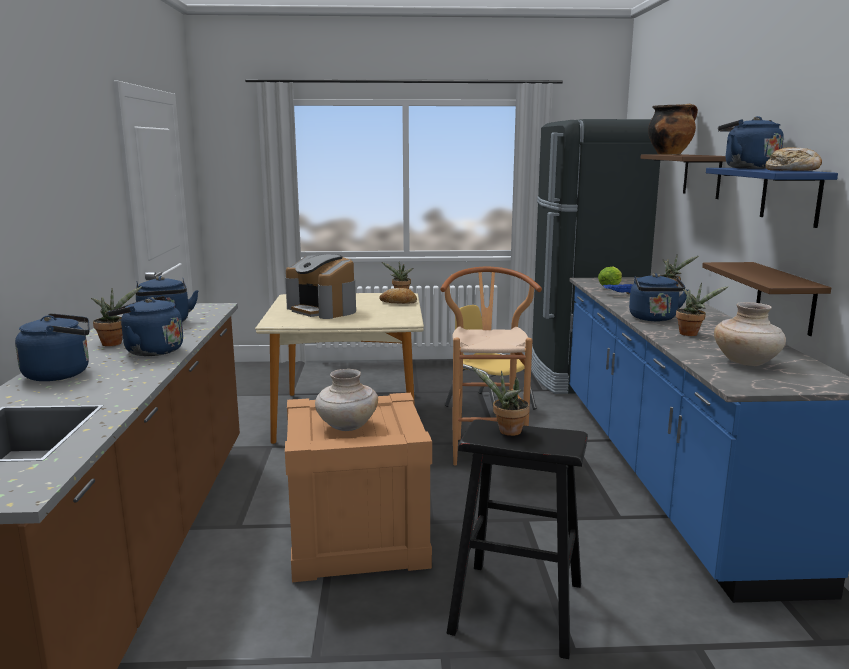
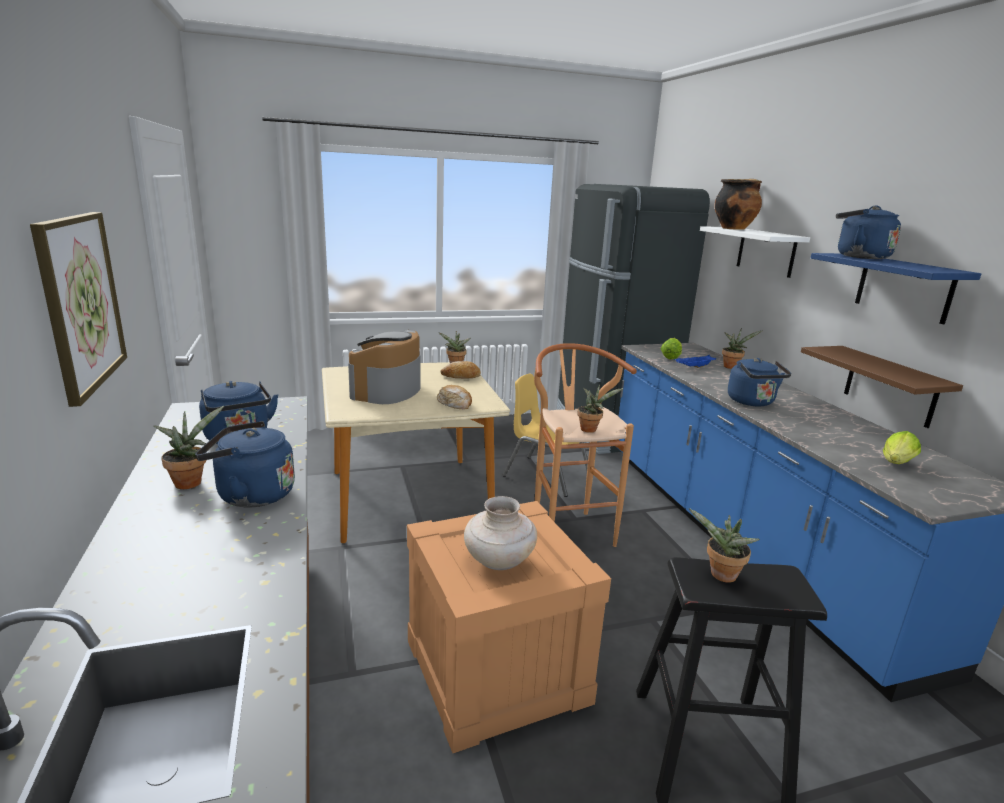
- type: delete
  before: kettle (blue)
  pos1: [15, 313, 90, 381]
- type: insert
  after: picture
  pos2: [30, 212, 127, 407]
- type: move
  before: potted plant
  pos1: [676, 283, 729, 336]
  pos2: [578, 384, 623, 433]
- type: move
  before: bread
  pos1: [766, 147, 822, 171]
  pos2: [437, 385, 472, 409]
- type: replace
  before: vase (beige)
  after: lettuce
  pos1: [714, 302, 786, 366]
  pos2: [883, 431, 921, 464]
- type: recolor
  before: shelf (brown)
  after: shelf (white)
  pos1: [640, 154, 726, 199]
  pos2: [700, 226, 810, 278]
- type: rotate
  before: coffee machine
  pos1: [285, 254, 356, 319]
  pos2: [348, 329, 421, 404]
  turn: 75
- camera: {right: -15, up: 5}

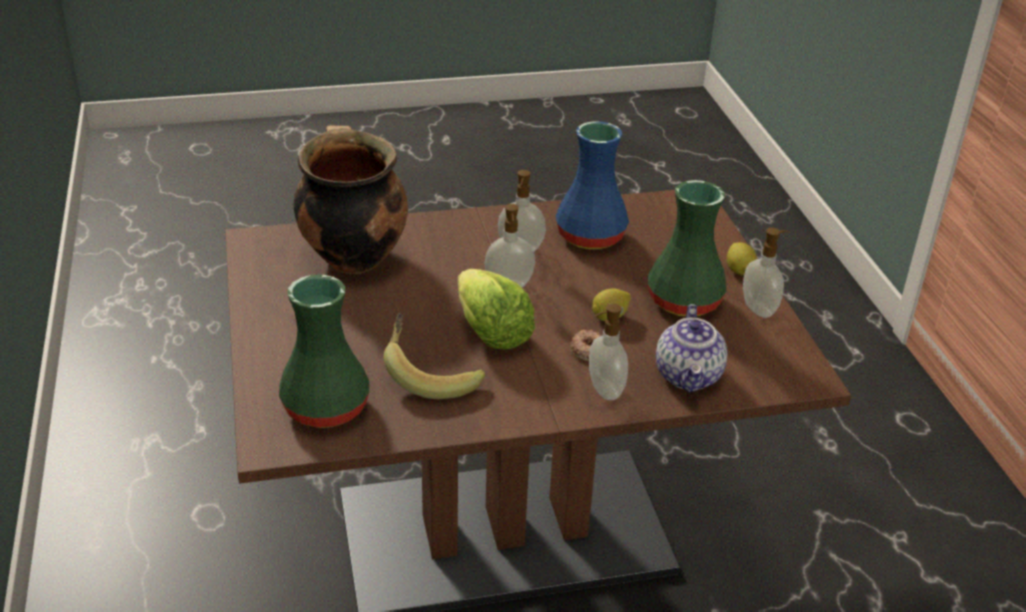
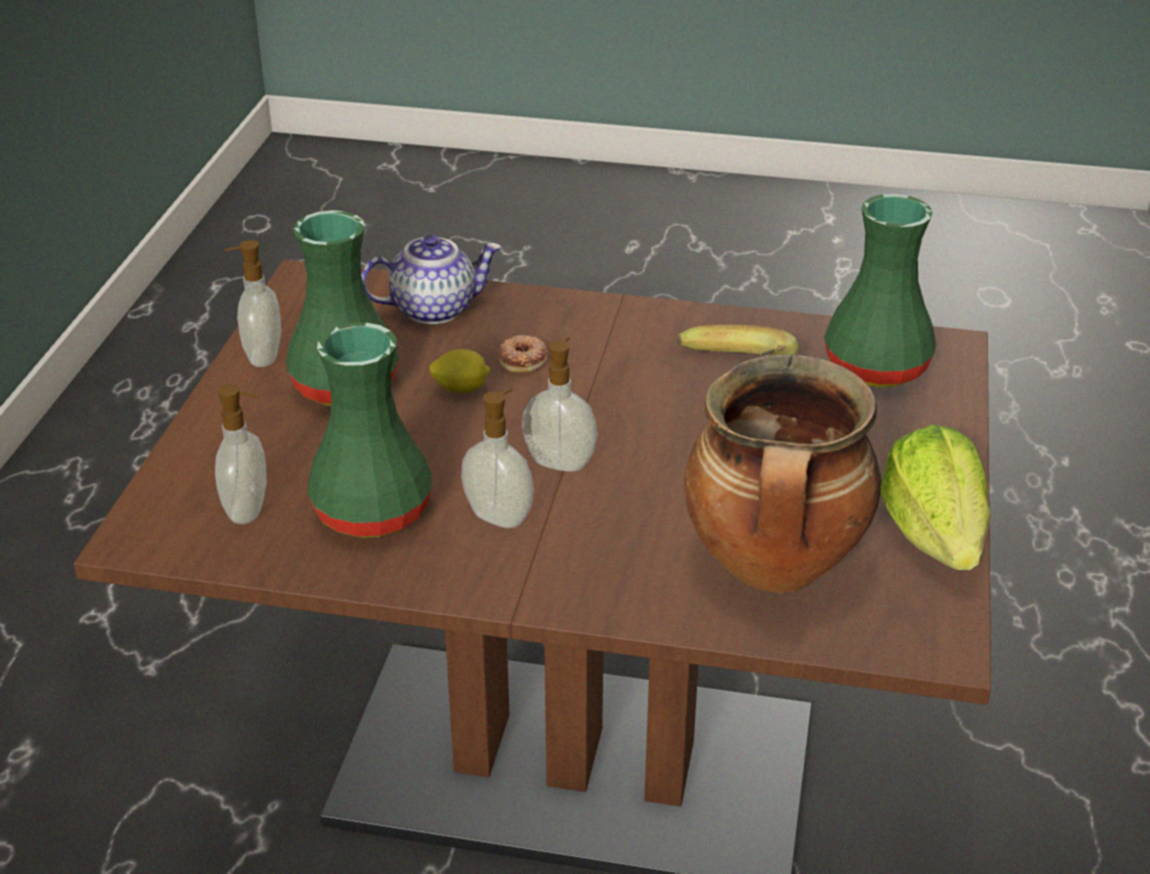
- type: delete
  before: lemon
  pos1: [727, 242, 757, 276]
- type: move
  before: lettuce
  pos1: [458, 269, 535, 350]
  pos2: [881, 425, 991, 570]
- type: move
  before: soap dispenser
  pos1: [589, 303, 628, 400]
  pos2: [215, 384, 267, 524]
- type: recolor
  before: vase (blue)
  after: vase (green)
  pos1: [556, 121, 629, 250]
  pos2: [307, 323, 432, 538]
- type: rotate
  before: teapot
  pos1: [656, 304, 727, 393]
  pos2: [361, 234, 502, 324]
  turn: 45
- camera: {right: -155, up: 0}

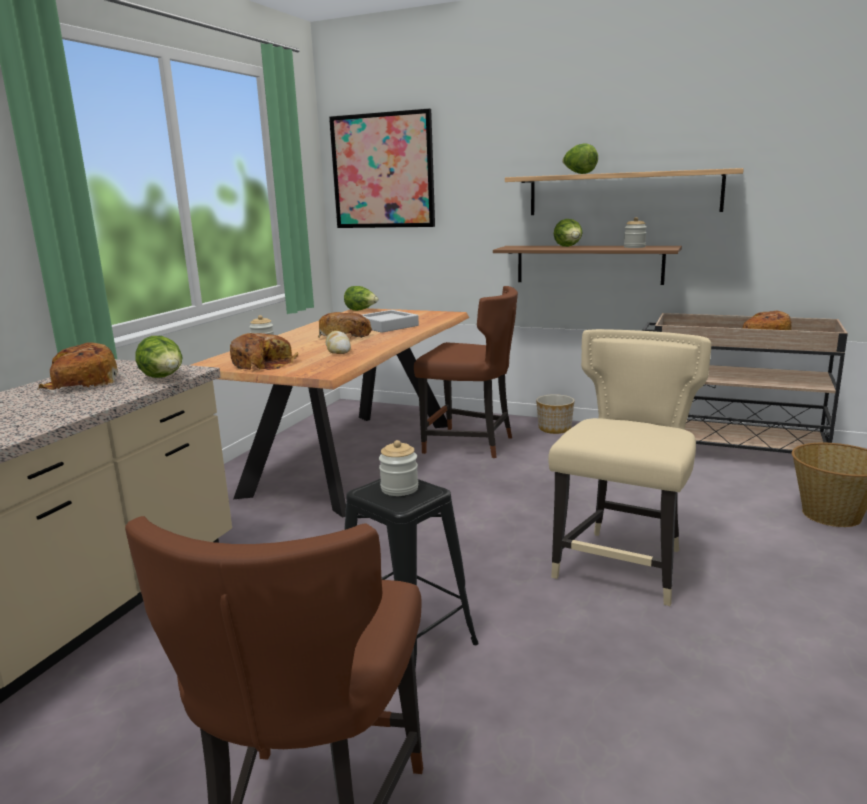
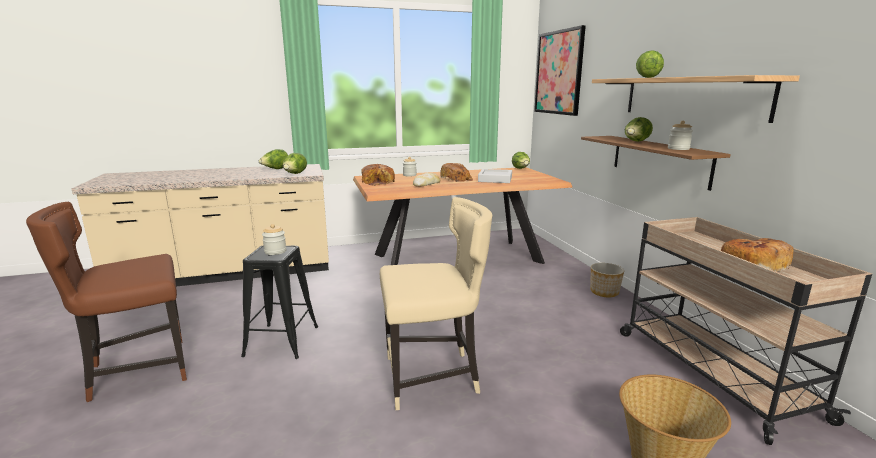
- type: delete
  before: chair (brown)
  pos1: [414, 286, 518, 458]
- type: replace
  before: bread
  after: lettuce
  pos1: [39, 342, 118, 390]
  pos2: [259, 149, 288, 169]
- camera: {right: 50, up: 0}

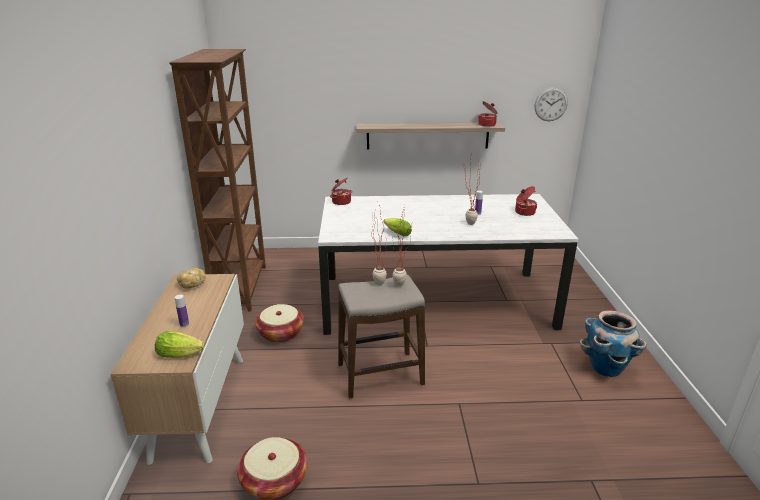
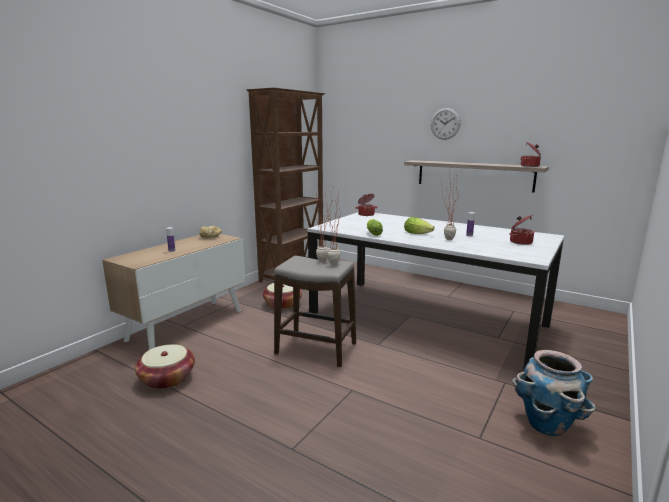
- type: move
  before: lettuce
  pos1: [155, 331, 204, 358]
  pos2: [404, 217, 435, 234]
- type: move
  before: wall clock
  pos1: [535, 87, 568, 121]
  pos2: [431, 108, 461, 140]
- camera: {right: 35, up: -10}

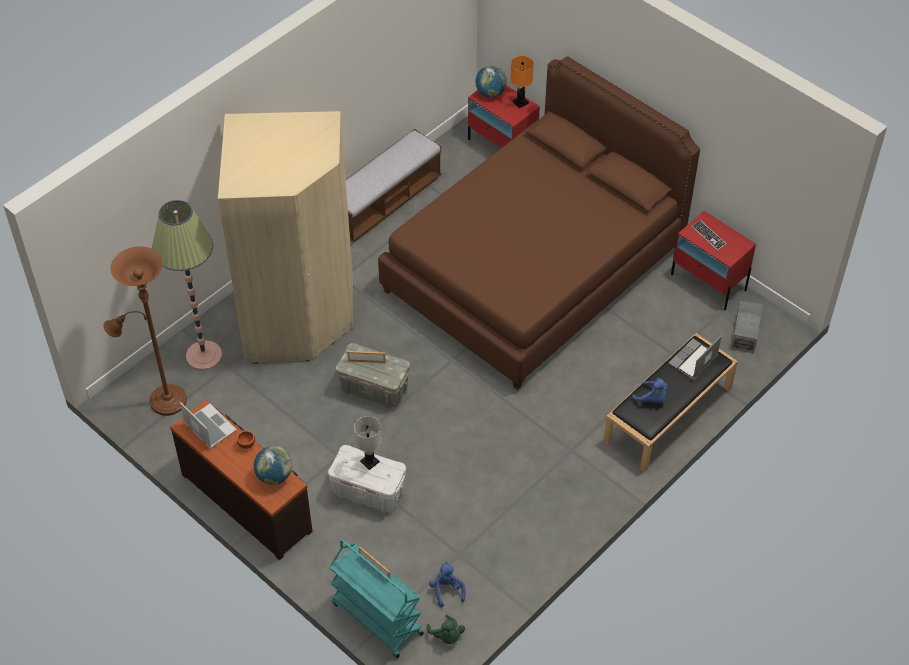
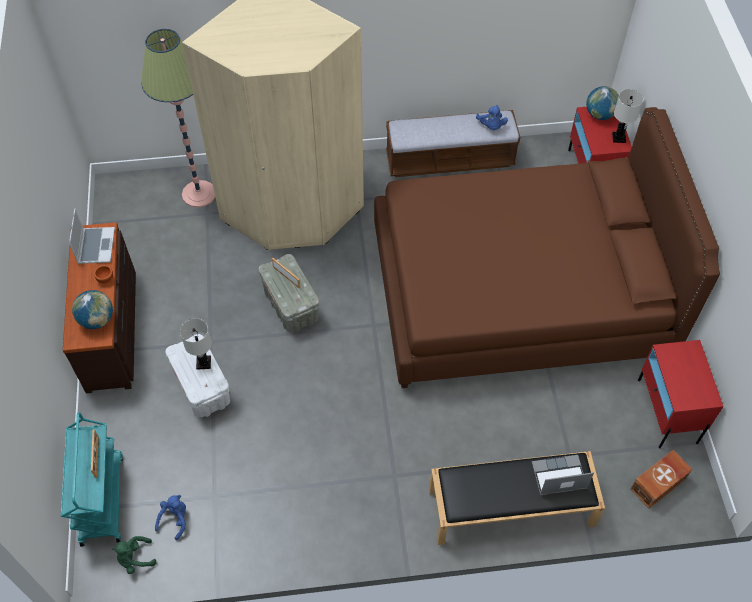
- type: delete
  before: floor lamp (brown)
  pos1: [103, 246, 187, 416]
- type: delete
  before: keyboard
  pos1: [692, 220, 726, 250]
- type: move
  before: plush toy (blue)
  pos1: [632, 378, 668, 403]
  pos2: [476, 105, 508, 130]
- type: recolor
  before: table lamp (orange)
  after: table lamp (white)
  pos1: [510, 56, 534, 108]
  pos2: [612, 89, 644, 143]
- type: recolor
  before: storage box (grey)
  after: storage box (brown)
  pos1: [731, 301, 762, 353]
  pos2: [631, 450, 692, 509]
- type: rotate
  before: plush toy (green)
  pos1: [427, 615, 465, 644]
  pos2: [112, 536, 157, 574]
  turn: 60
- camera: {right: 40, up: 5}

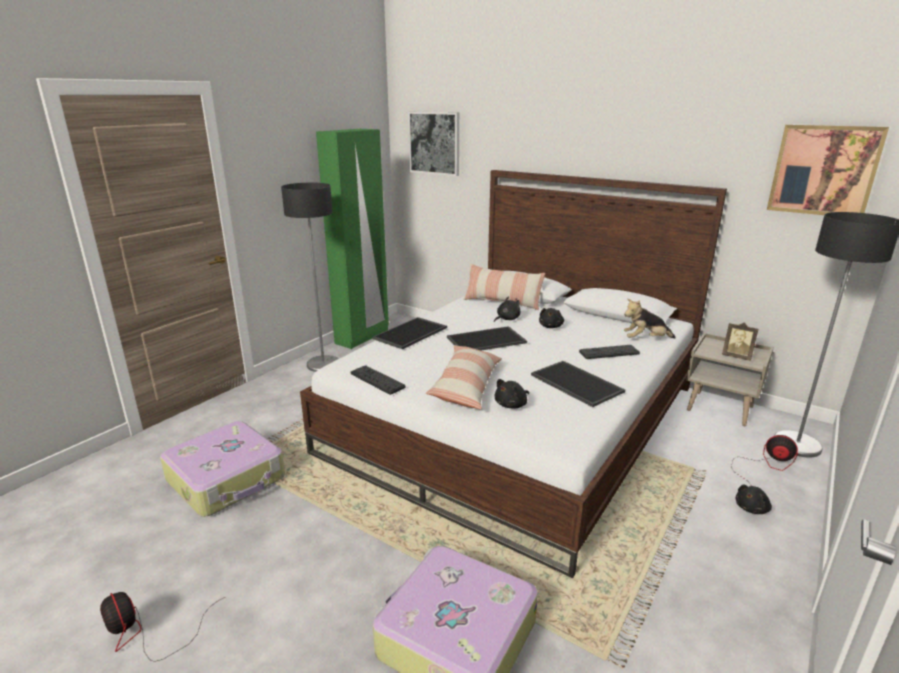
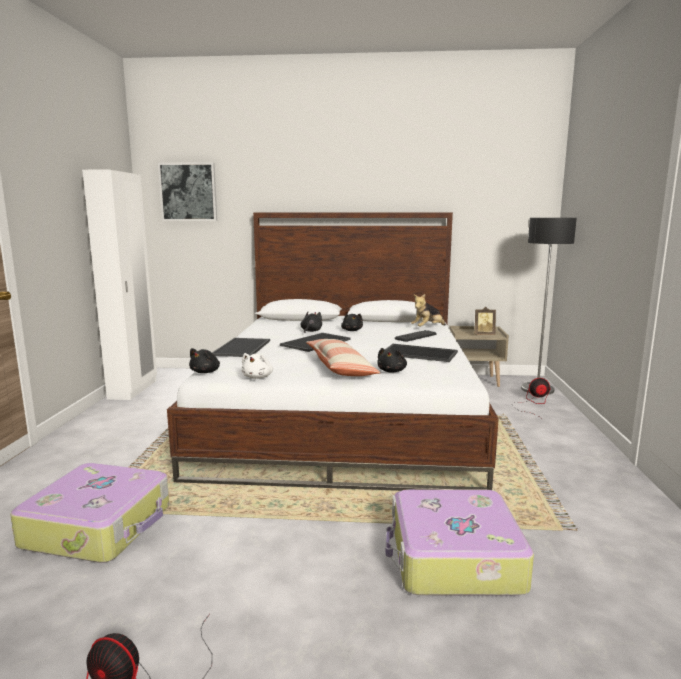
- type: delete
  before: floor lamp
  pos1: [281, 182, 338, 372]
- type: delete
  before: pillow
  pos1: [463, 263, 545, 310]
- type: delete
  before: picture
  pos1: [767, 124, 889, 215]
- type: move
  before: plush toy (black)
  pos1: [736, 485, 772, 514]
  pos2: [189, 348, 220, 373]
- type: replace
  before: keyboard
  after: plush toy (white)
  pos1: [351, 365, 406, 395]
  pos2: [242, 353, 273, 379]
- type: recolor
  before: wardrobe (green)
  after: wardrobe (white)
  pos1: [316, 129, 389, 349]
  pos2: [82, 169, 157, 400]
- camera: {right: -30, up: -10}

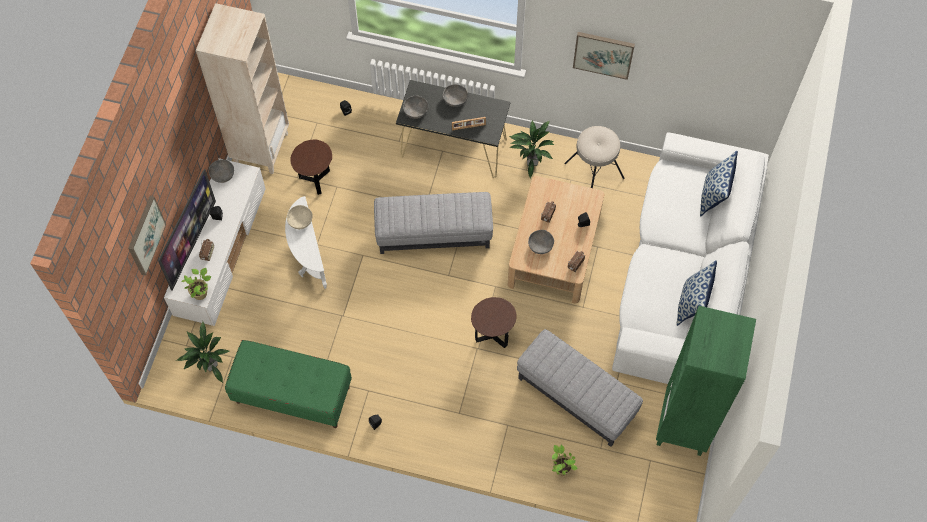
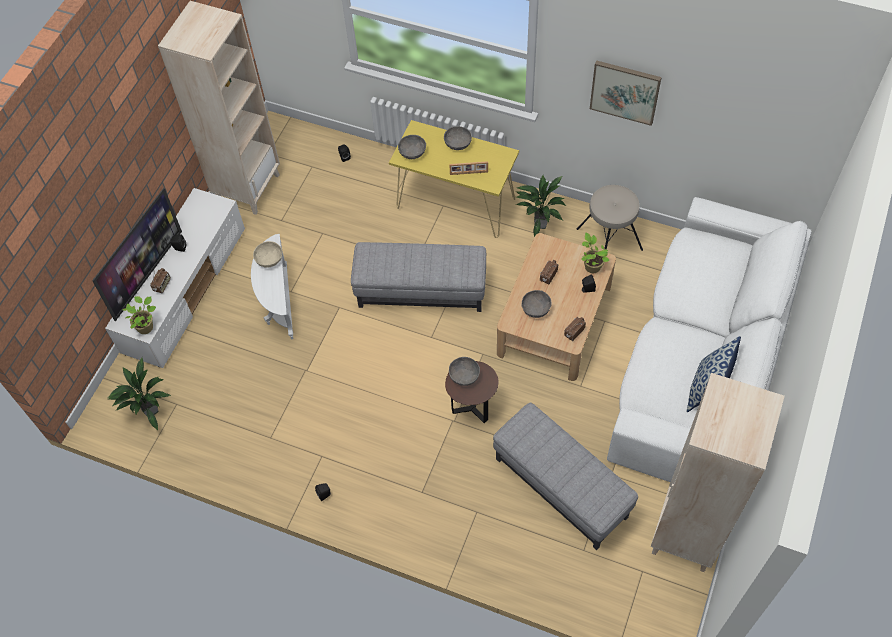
- type: delete
  before: picture
  pos1: [128, 196, 166, 276]
- type: delete
  before: bench (green)
  pos1: [225, 340, 352, 428]
- type: delete
  before: side table (brown)
  pos1: [290, 139, 332, 195]
- type: delete
  before: pillow
  pos1: [700, 151, 738, 217]
- type: move
  before: bowl (grey)
  pos1: [209, 159, 234, 183]
  pos2: [449, 357, 480, 386]
- type: move
  before: potted plant
  pos1: [552, 445, 578, 476]
  pos2: [581, 233, 610, 273]
- type: recolor
  before: console table (black)
  after: console table (yellow)
  pos1: [396, 80, 510, 178]
  pos2: [389, 120, 519, 238]
- type: recolor
  before: bookcase (green)
  after: bookcase (beige)
  pos1: [656, 306, 756, 456]
  pos2: [651, 373, 785, 572]
- camera: {right: 10, up: -5}

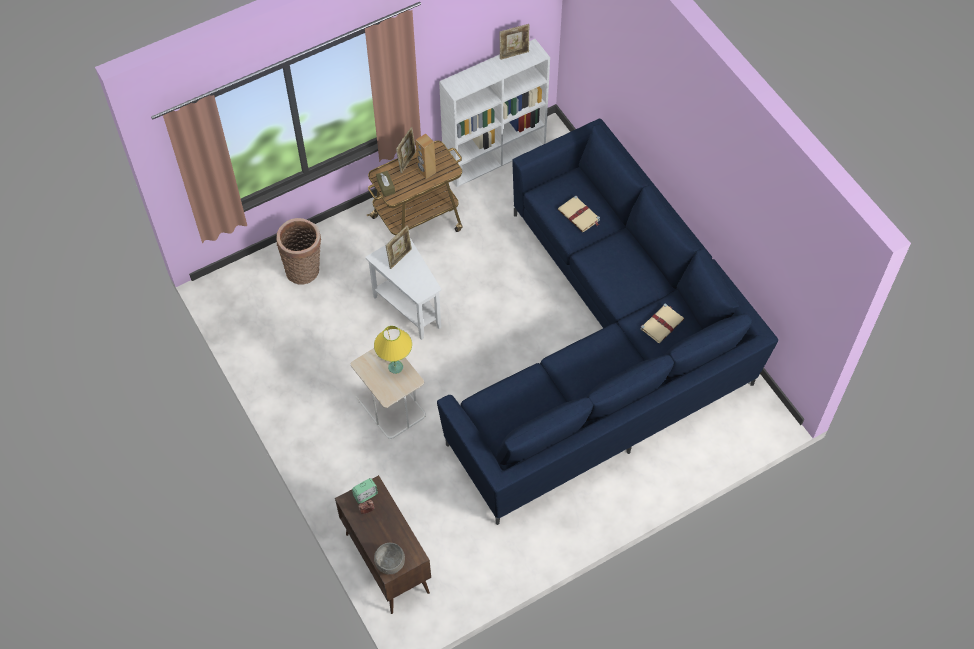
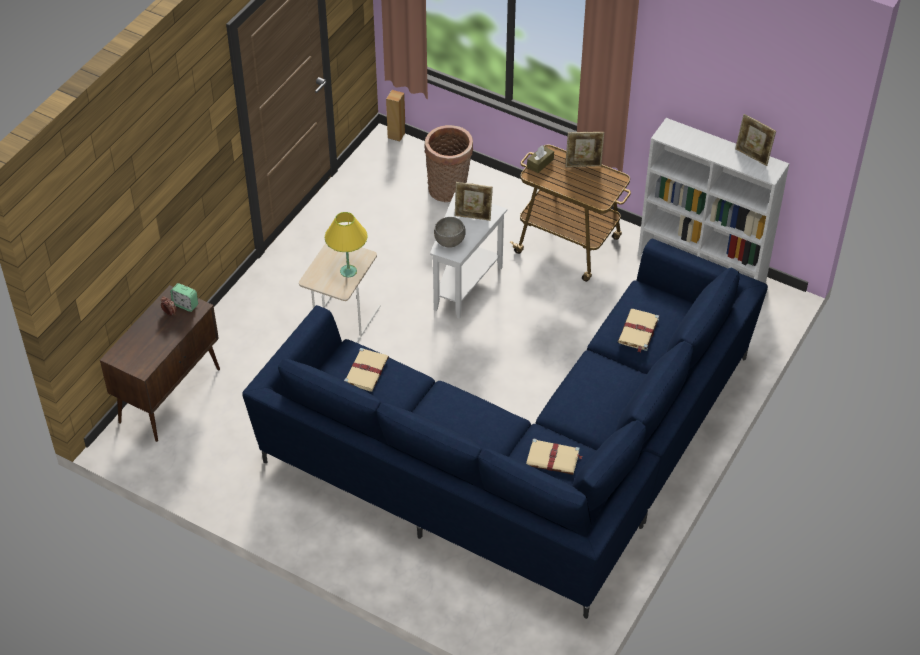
- type: insert
  after: book (beige)
  pos2: [344, 348, 389, 391]
- type: move
  before: bowl (grey)
  pos1: [374, 543, 405, 574]
  pos2: [434, 217, 466, 247]
- type: move
  before: speaker (brown)
  pos1: [416, 134, 436, 179]
  pos2: [386, 90, 405, 142]
- camera: {right: 60, up: -10}

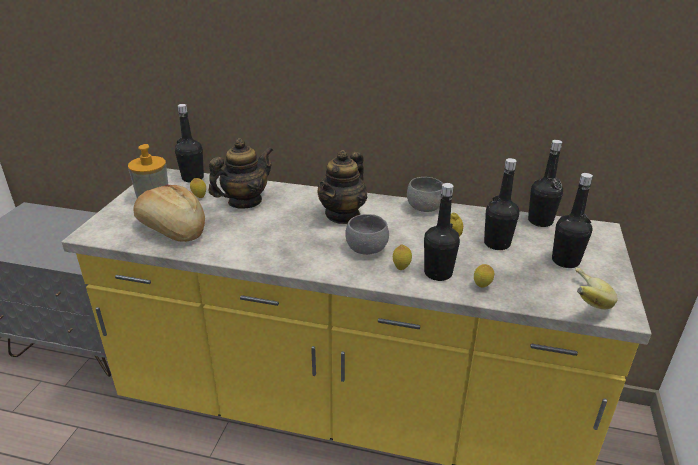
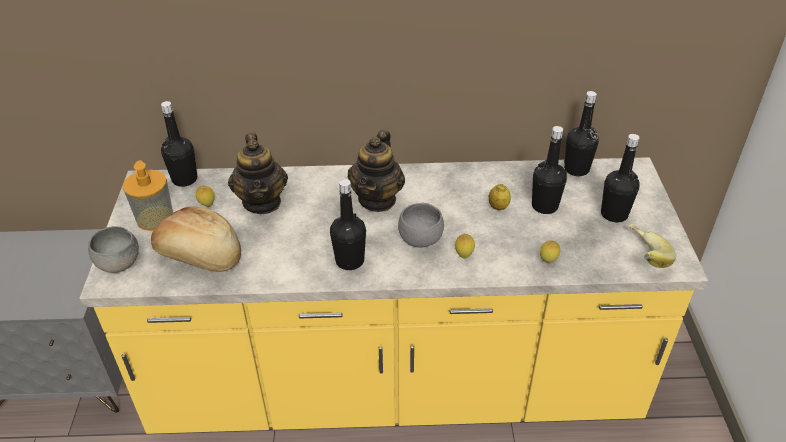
- type: move
  before: bowl (grey)
  pos1: [407, 177, 443, 212]
  pos2: [88, 226, 139, 273]
- type: move
  before: bottle (black)
  pos1: [424, 183, 460, 281]
  pos2: [330, 179, 366, 270]
- type: rotate
  before: teapot
  pos1: [209, 138, 273, 209]
  pos2: [228, 133, 288, 214]
  turn: 135
- camera: {right: -15, up: 10}

